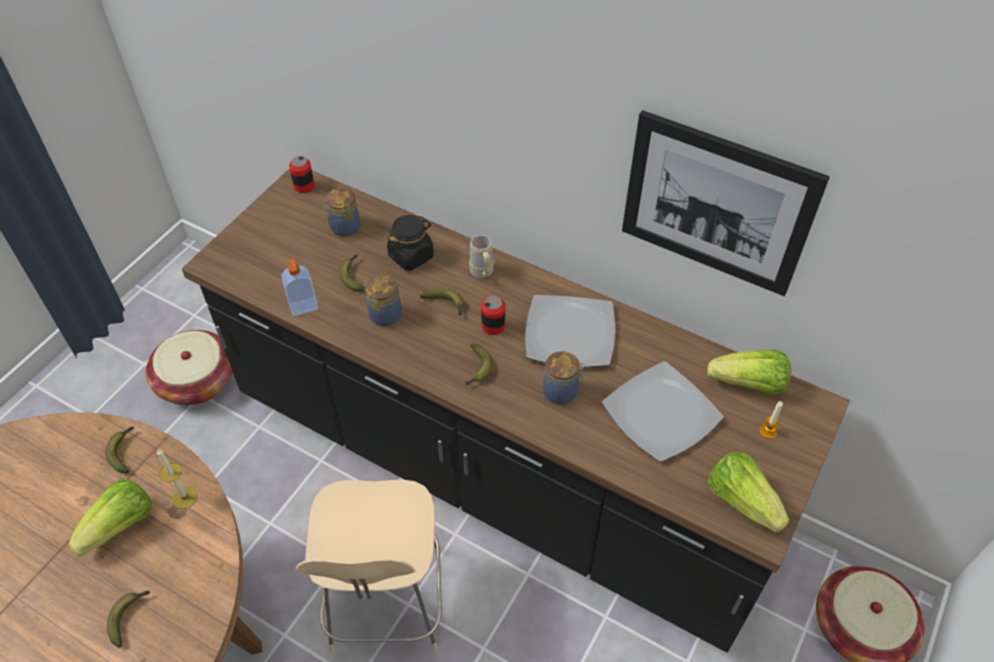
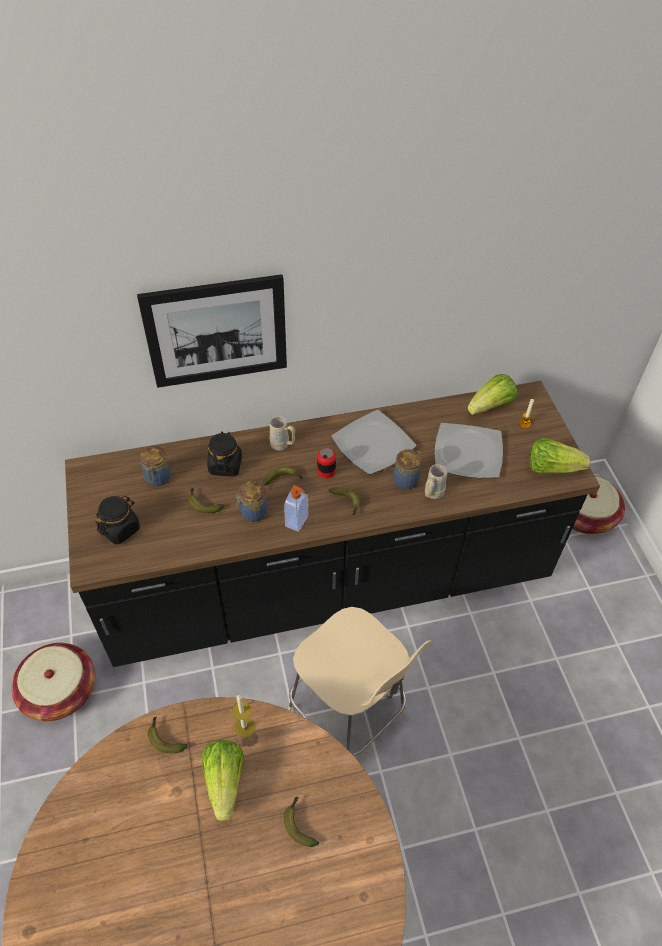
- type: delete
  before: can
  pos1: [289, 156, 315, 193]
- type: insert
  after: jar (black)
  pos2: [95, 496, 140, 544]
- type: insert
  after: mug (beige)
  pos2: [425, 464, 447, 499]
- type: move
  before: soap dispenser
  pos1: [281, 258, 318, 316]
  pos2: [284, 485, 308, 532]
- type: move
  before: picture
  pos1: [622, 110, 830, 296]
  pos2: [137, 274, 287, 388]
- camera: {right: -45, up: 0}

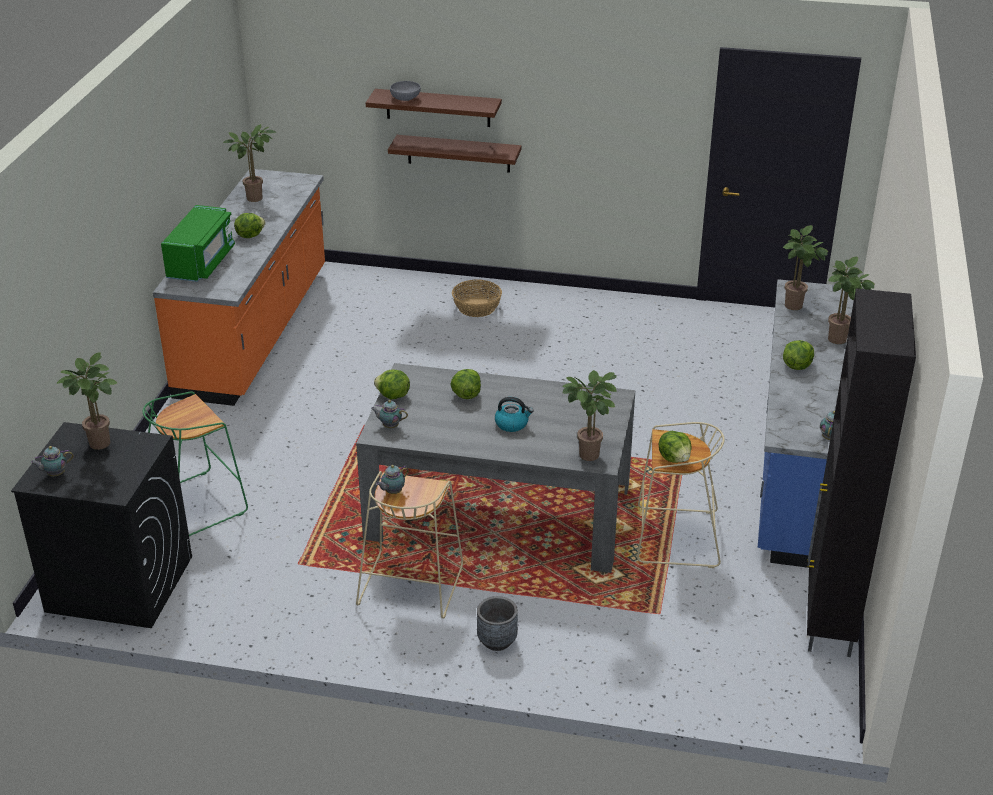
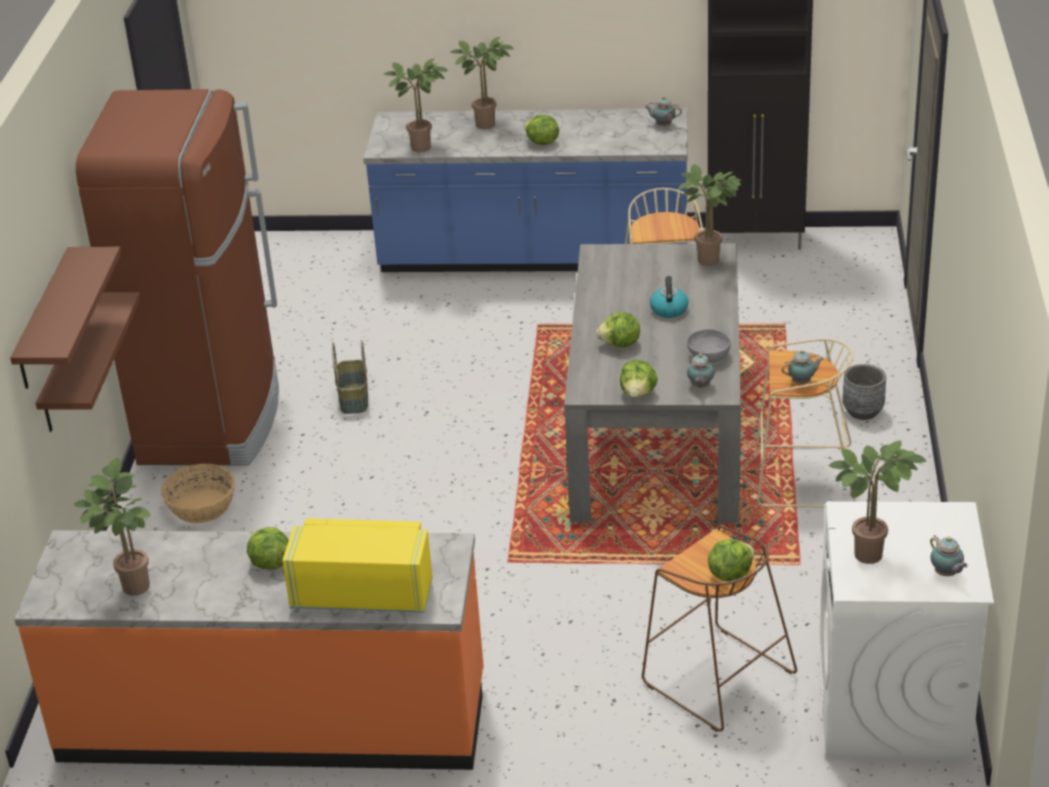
- type: insert
  after: fridge (brown)
  pos2: [76, 89, 279, 466]
- type: insert
  after: basket
  pos2: [332, 340, 368, 414]
- type: move
  before: bowl (grey)
  pos1: [390, 81, 421, 101]
  pos2: [687, 329, 731, 363]
- type: move
  before: lettuce
  pos1: [659, 431, 692, 463]
  pos2: [708, 539, 755, 581]
- type: recolor
  before: washing machine (black)
  after: washing machine (white)
  pos1: [11, 422, 192, 628]
  pos2: [819, 501, 994, 761]
- type: recolor
  before: stool (green)
  after: stool (brown)
  pos1: [143, 391, 248, 536]
  pos2: [642, 526, 797, 732]
- type: recolor
  before: microwave (green)
  after: microwave (yellow)
  pos1: [161, 205, 235, 282]
  pos2: [282, 518, 433, 613]
- type: rotate
  before: teapot
  pos1: [376, 465, 409, 494]
  pos2: [782, 350, 824, 384]
  turn: -60
- camera: {right: -95, up: 0}

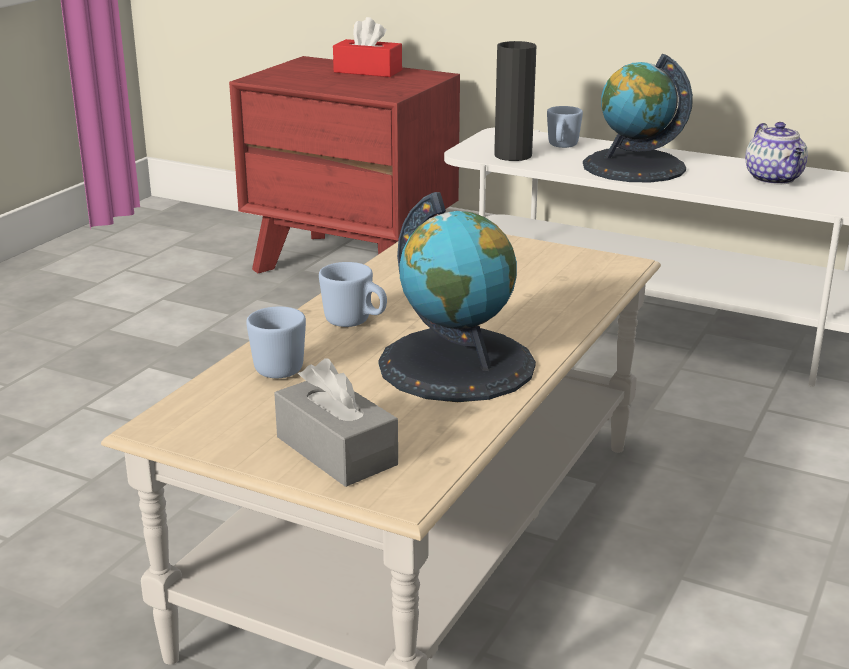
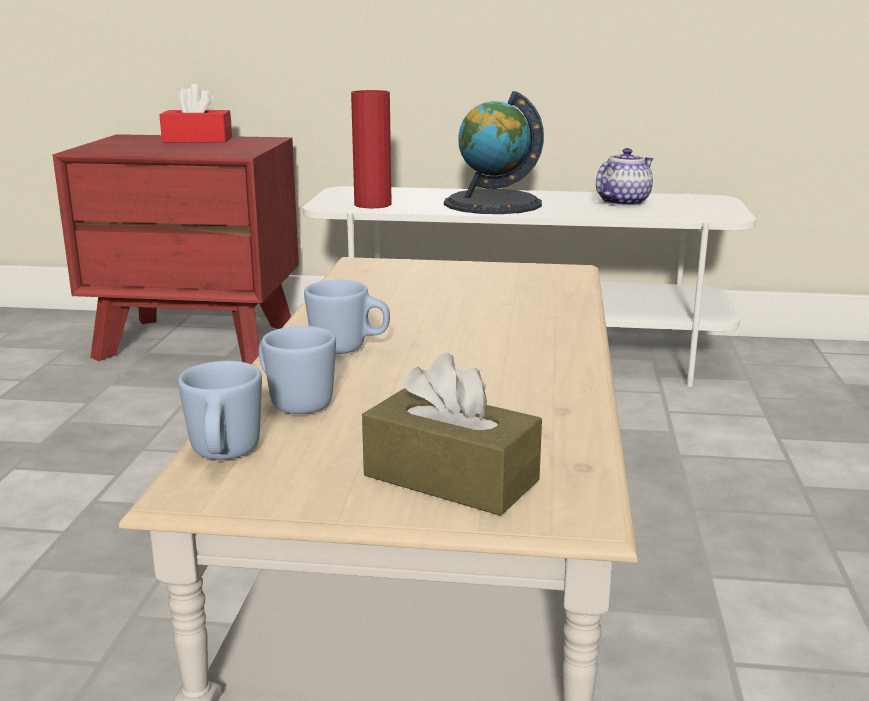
- type: delete
  before: globe
  pos1: [378, 192, 536, 402]
- type: move
  before: mug (blue)
  pos1: [547, 106, 583, 148]
  pos2: [178, 361, 262, 460]
- type: recolor
  before: tissue box (grey)
  after: tissue box (brown)
  pos1: [274, 358, 398, 487]
  pos2: [362, 353, 542, 516]
- type: recolor
  before: vase (black)
  after: vase (red)
  pos1: [494, 41, 536, 161]
  pos2: [351, 90, 392, 208]
- type: rotate
  before: teapot
  pos1: [745, 122, 808, 185]
  pos2: [596, 148, 653, 206]
  turn: -105
- camera: {right: -20, up: -5}

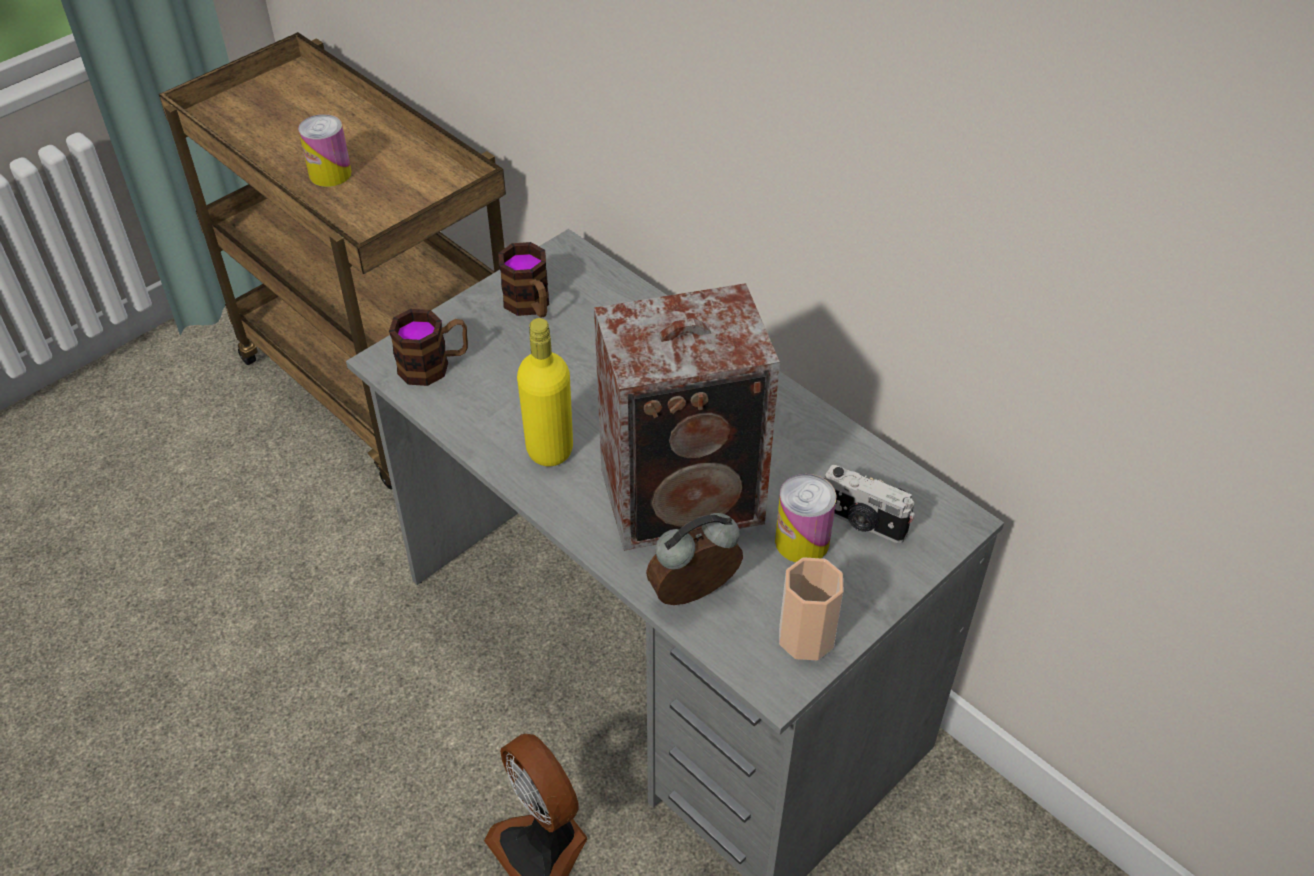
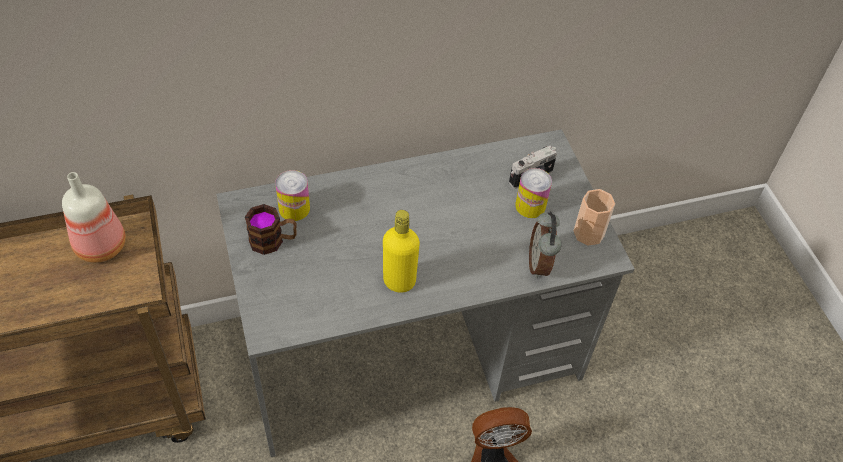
- type: delete
  before: mug
  pos1: [389, 309, 468, 386]
- type: delete
  before: speaker
  pos1: [594, 283, 780, 551]
- type: insert
  after: bottle
  pos2: [62, 172, 126, 263]
- type: move
  before: can
  pos1: [298, 114, 352, 187]
  pos2: [275, 170, 310, 221]
- camera: {right: -65, up: 5}

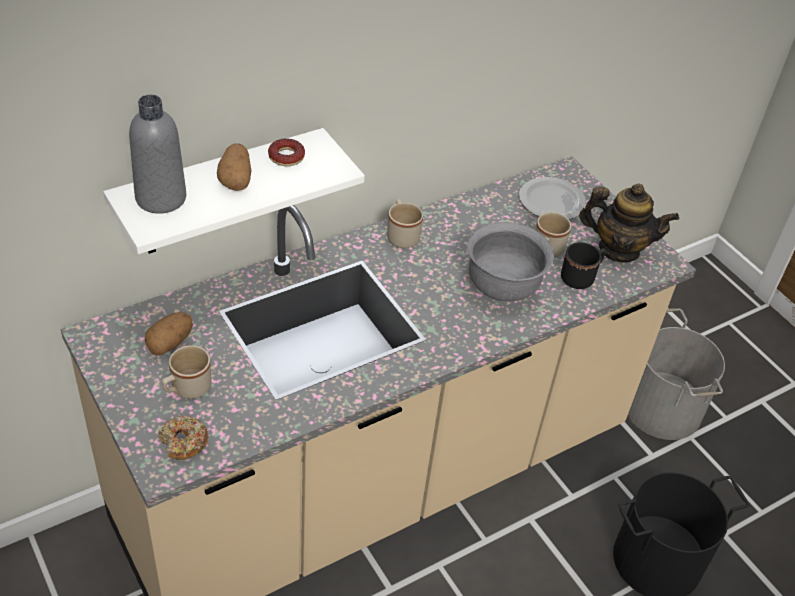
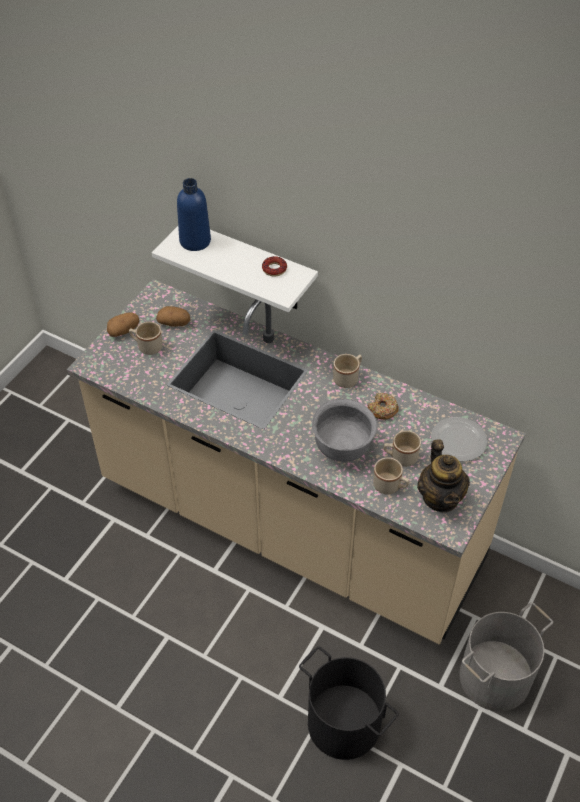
- type: move
  before: donut
  pos1: [159, 416, 208, 460]
  pos2: [368, 393, 399, 420]
- type: move
  before: potato
  pos1: [217, 143, 251, 191]
  pos2: [107, 313, 139, 337]
- type: recolor
  before: bottle (grey)
  after: bottle (blue)
  pos1: [129, 95, 186, 214]
  pos2: [177, 178, 211, 251]
- type: recolor
  before: mug (black)
  after: mug (beige)
  pos1: [561, 242, 606, 289]
  pos2: [373, 458, 409, 494]
- camera: {right: 65, up: 5}

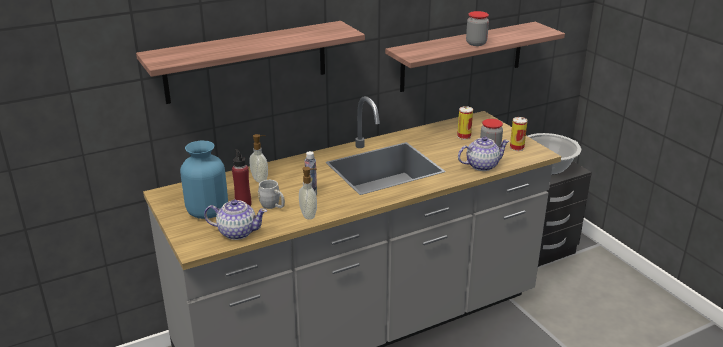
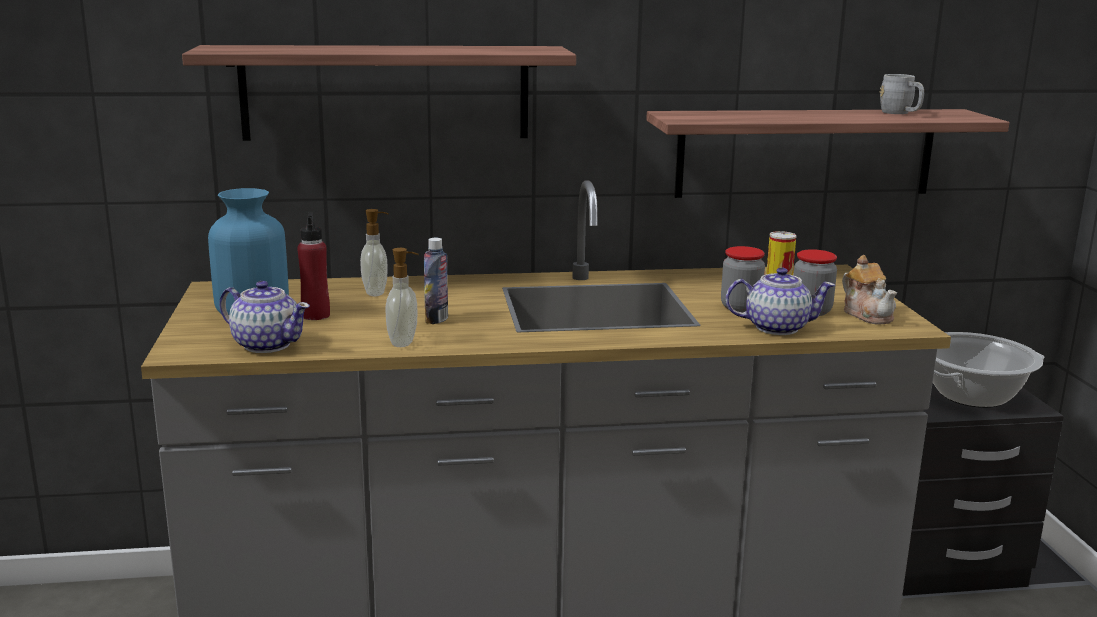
- type: move
  before: mug (grey)
  pos1: [258, 180, 285, 209]
  pos2: [879, 74, 924, 114]
- type: move
  before: jar
  pos1: [466, 11, 489, 46]
  pos2: [721, 246, 765, 312]
- type: replace
  before: can
  after: teapot
  pos1: [510, 117, 528, 151]
  pos2: [842, 255, 897, 325]
- camera: {right: 20, up: -10}

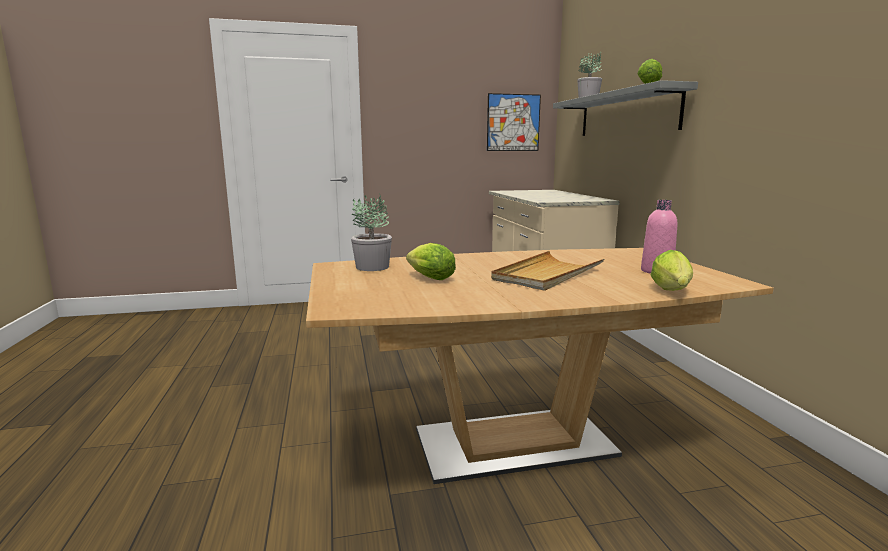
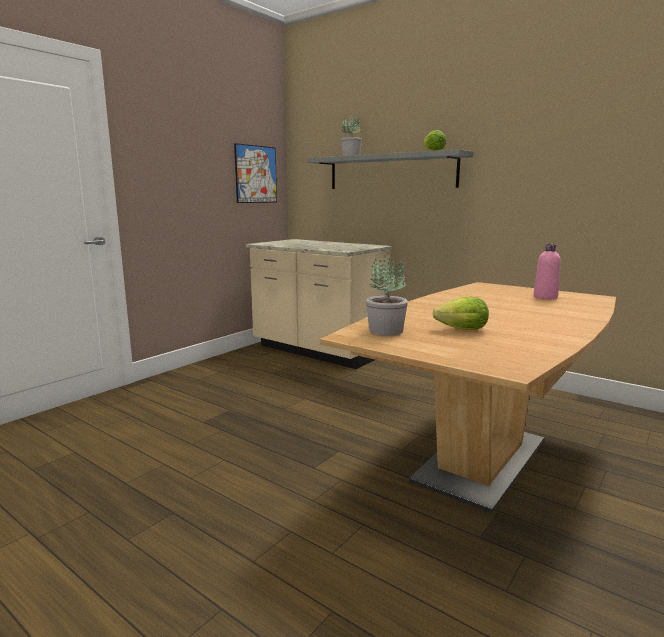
- type: delete
  before: tray (beige)
  pos1: [491, 251, 604, 291]
- type: delete
  before: lettuce
  pos1: [651, 250, 693, 291]
- camera: {right: -40, up: 0}

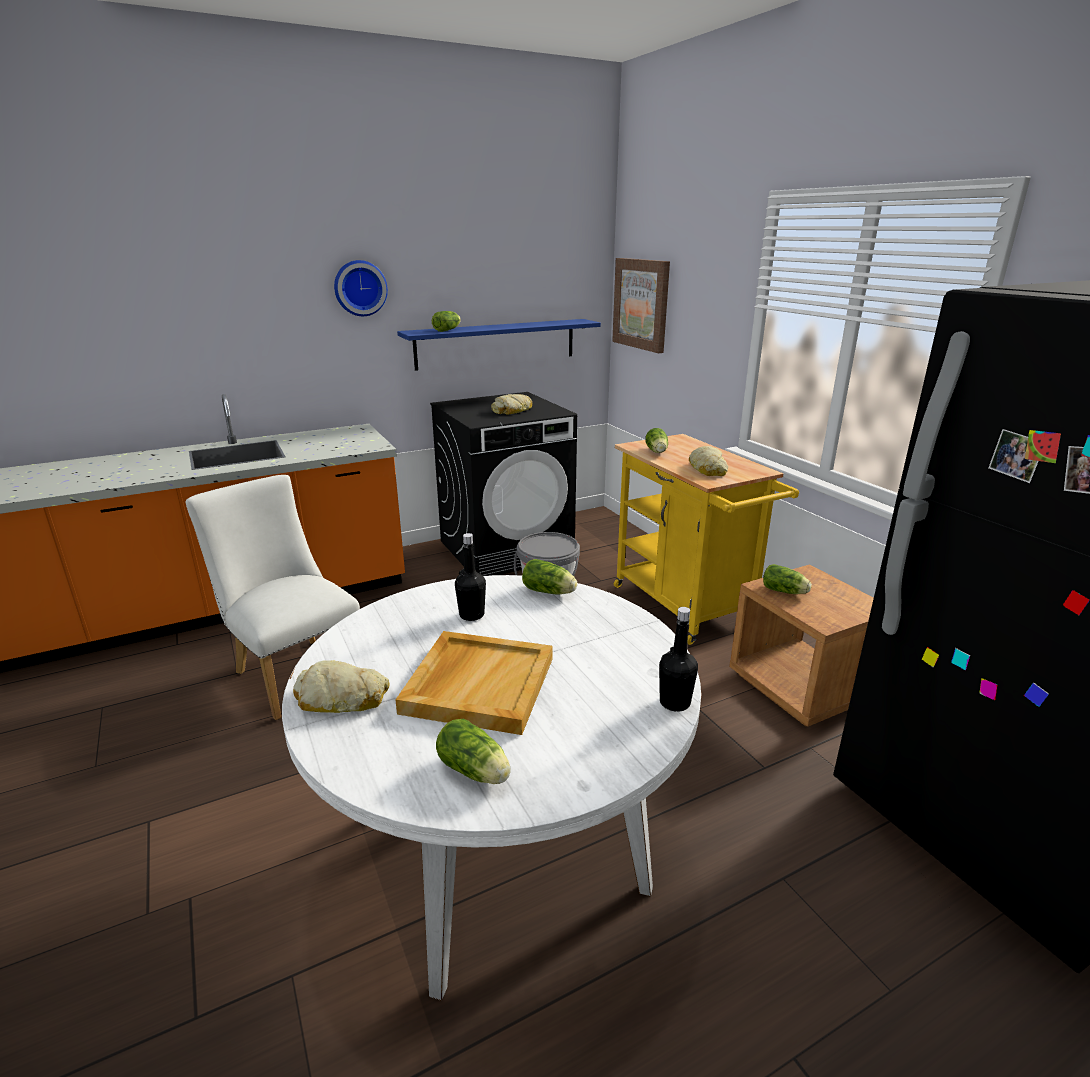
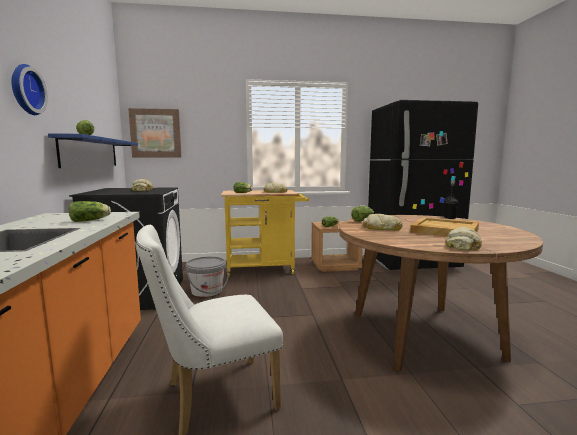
- type: move
  before: lettuce
  pos1: [436, 718, 511, 784]
  pos2: [69, 201, 111, 222]
- type: replace
  before: bottle (black)
  after: bread
  pos1: [455, 533, 486, 621]
  pos2: [363, 214, 403, 231]
- type: recolor
  before: dining table (white)
  after: dining table (brown)
  pos1: [282, 575, 701, 1001]
  pos2: [339, 215, 543, 372]
- camera: {right: -70, up: -15}

